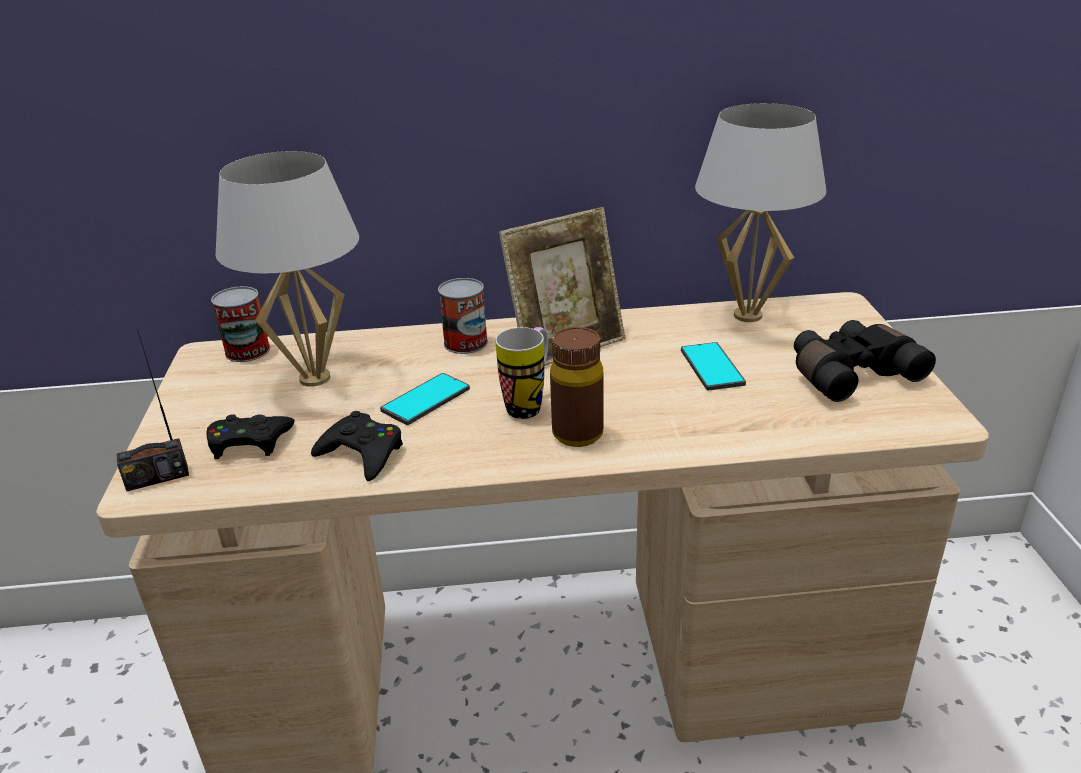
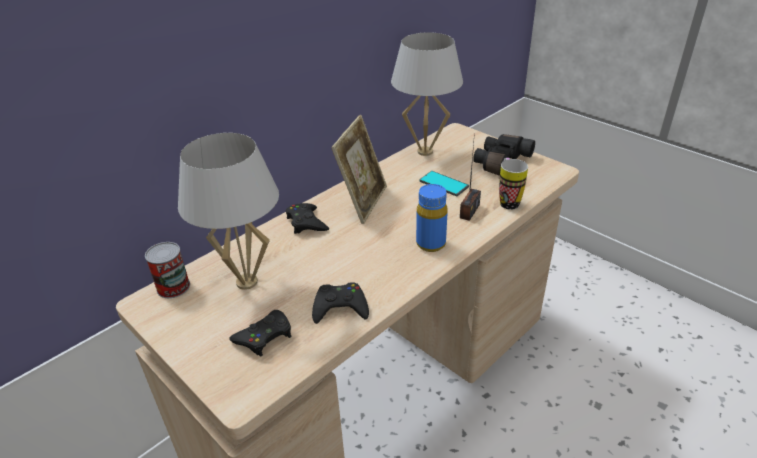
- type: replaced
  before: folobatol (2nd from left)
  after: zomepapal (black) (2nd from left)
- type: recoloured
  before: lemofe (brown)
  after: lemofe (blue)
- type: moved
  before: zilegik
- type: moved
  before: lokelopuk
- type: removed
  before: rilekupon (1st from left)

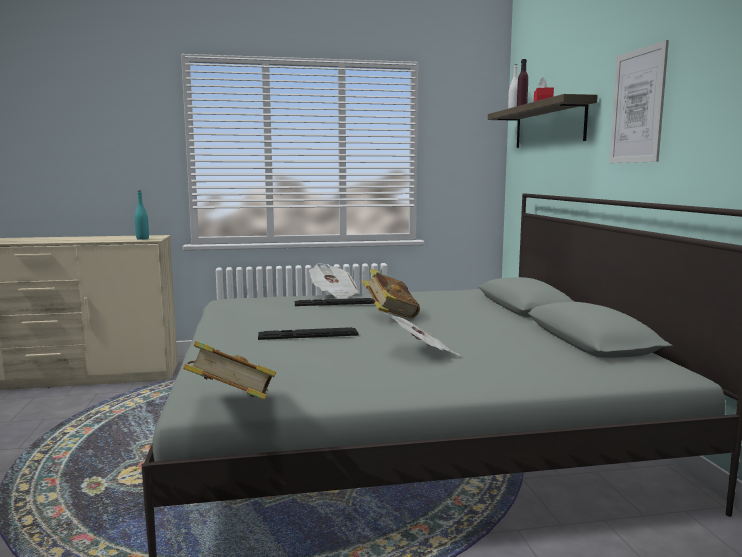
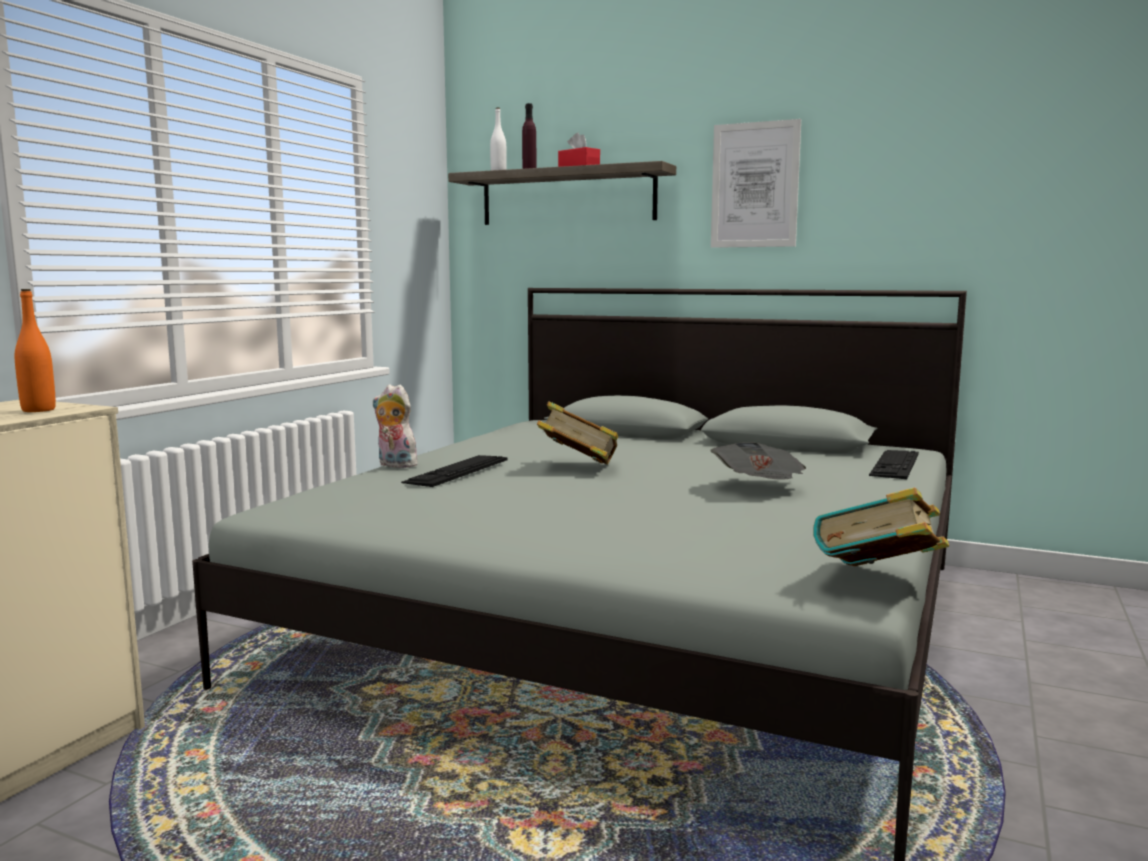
- type: recoloured
  before: lemofe (turquoise)
  after: lemofe (orange)
- type: replaced
  before: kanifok (1st from left)
  after: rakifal
- type: moved
  before: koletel (1st from left in the first image)
  after: koletel (2nd from left)

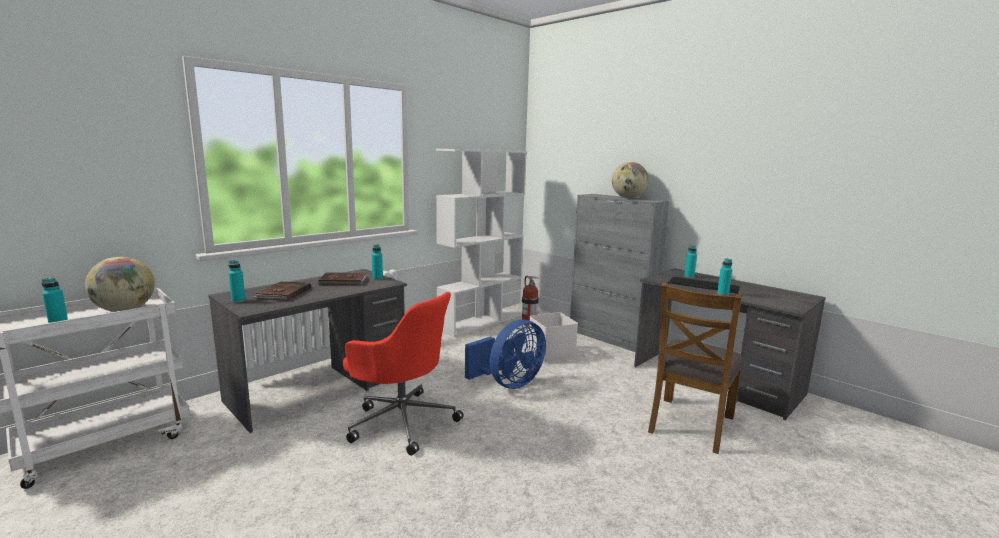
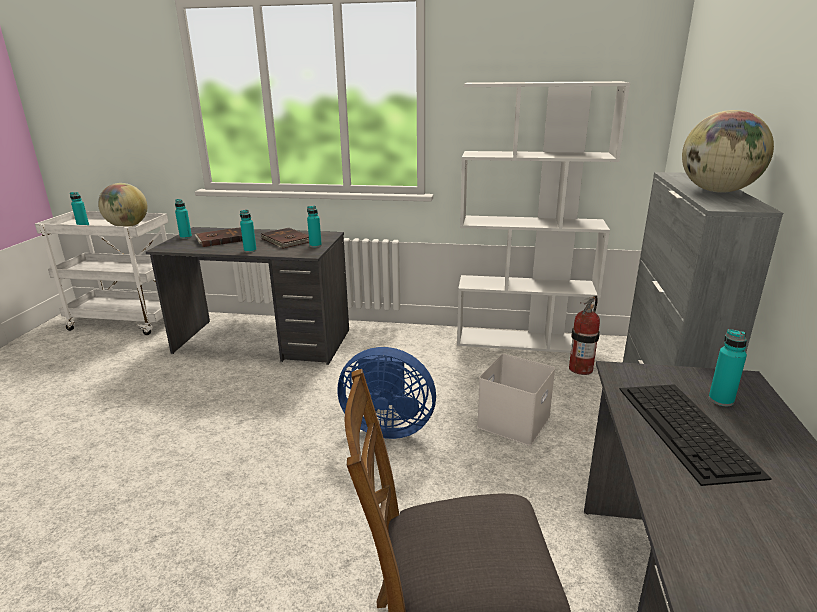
- type: moved
  before: lemofe (turquoise) (5th from left in the first image)
  after: lemofe (turquoise) (3rd from left)
- type: removed
  before: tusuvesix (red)

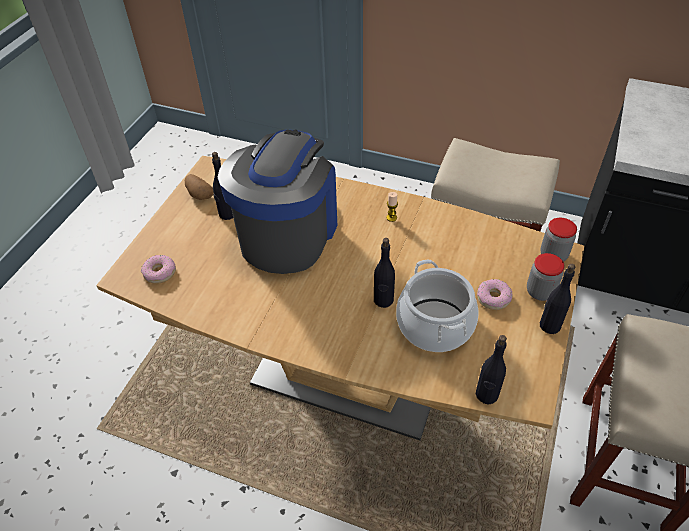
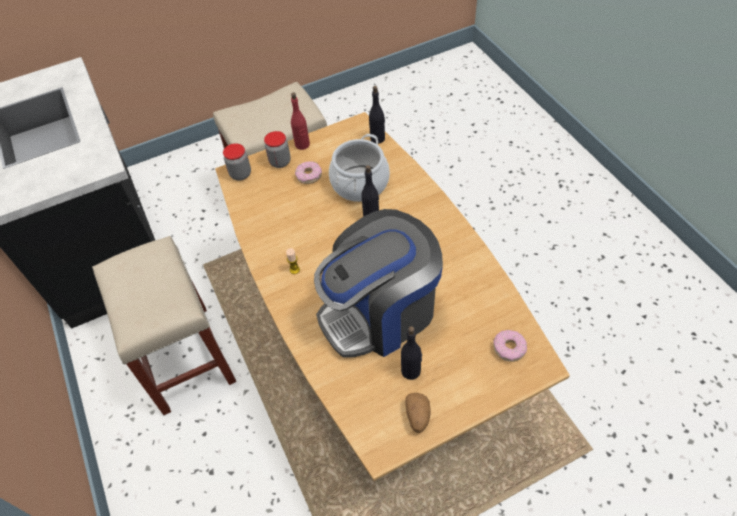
- type: recoloured
  before: lemofe (black) (4th from left)
  after: lemofe (red)

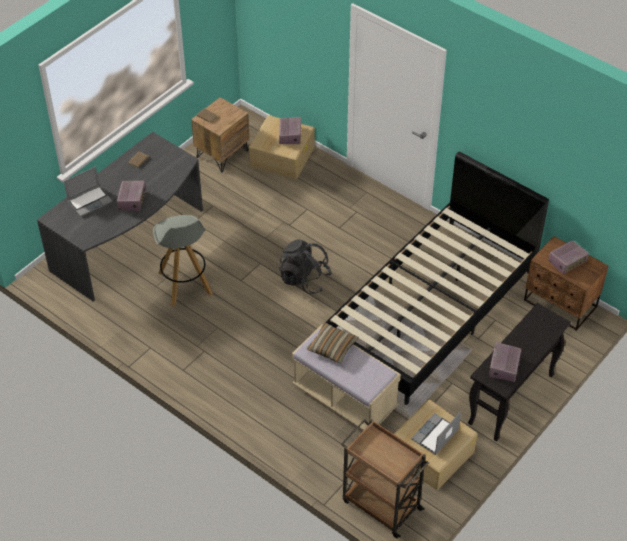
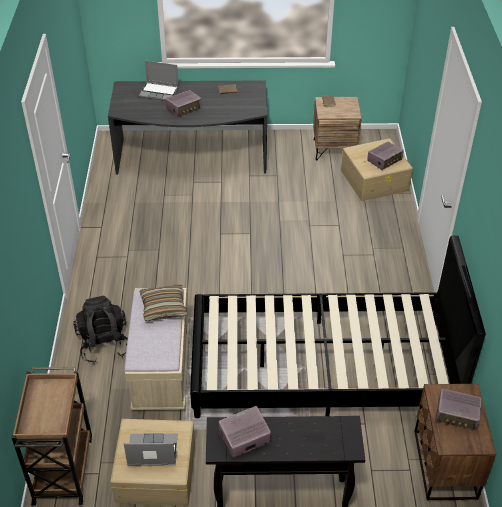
- type: moved
  before: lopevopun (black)
- type: removed
  before: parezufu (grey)

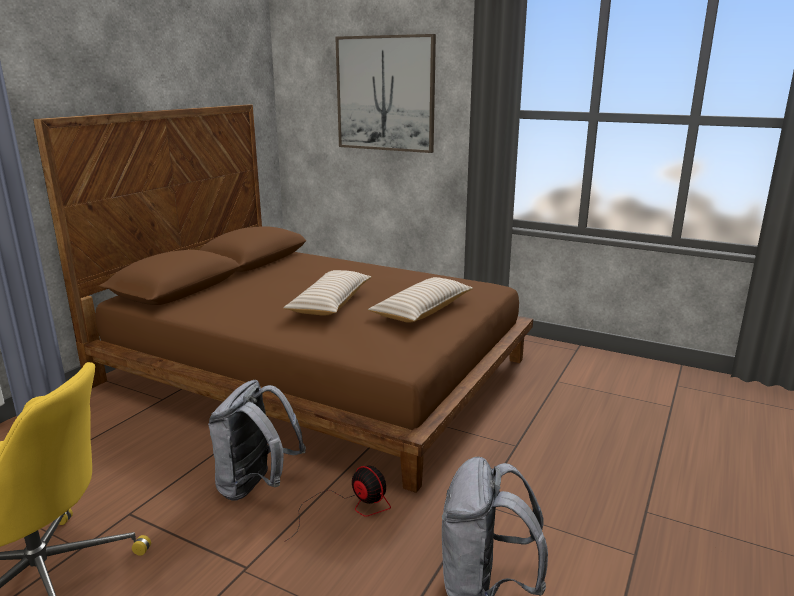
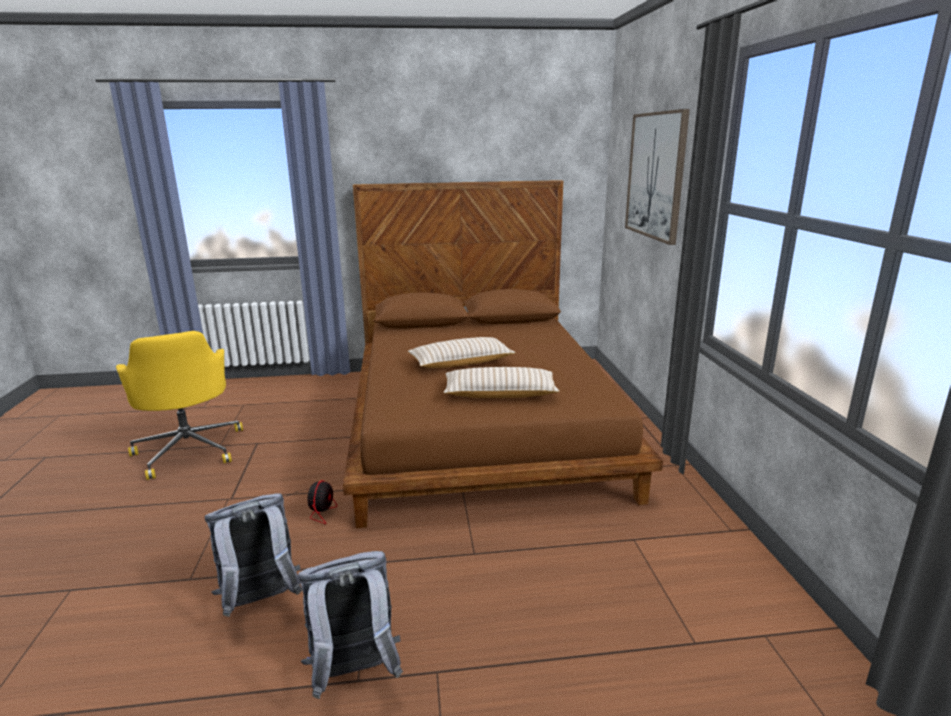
- type: moved
  before: lopevopun (grey) (1st from left in the first image)
  after: lopevopun (grey) (2nd from left)

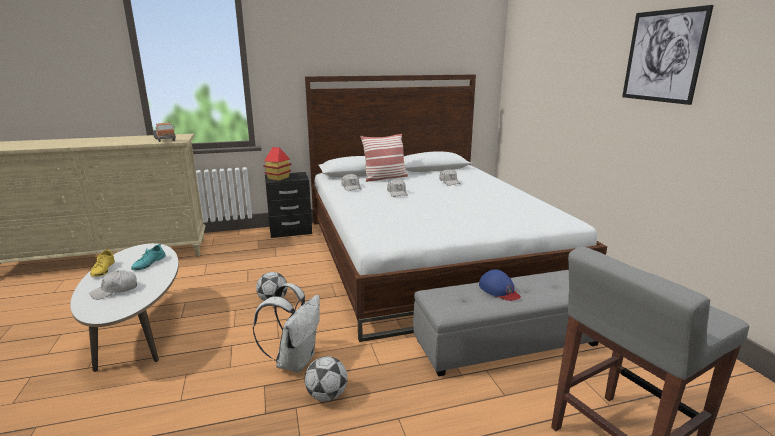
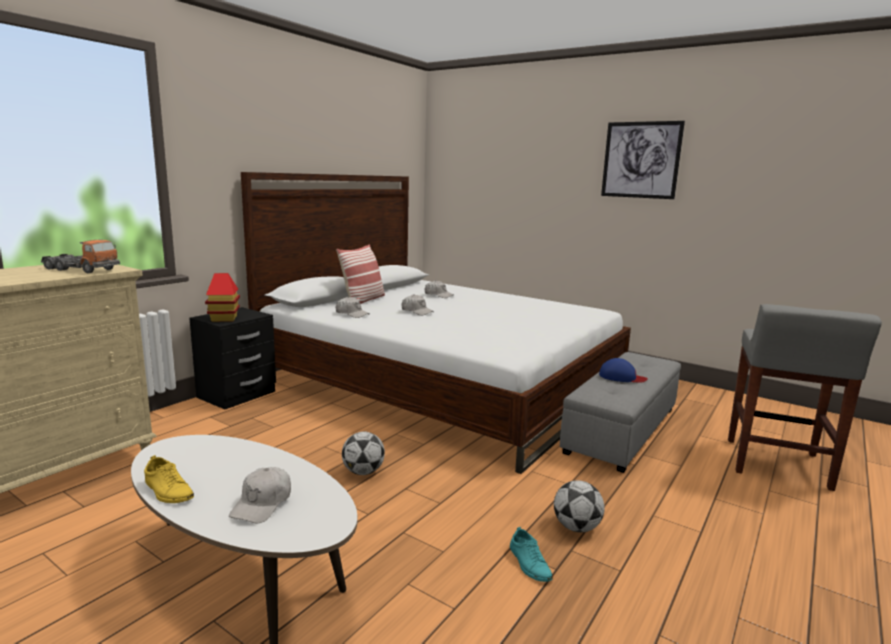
- type: moved
  before: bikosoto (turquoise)
- type: removed
  before: lopevopun (white)

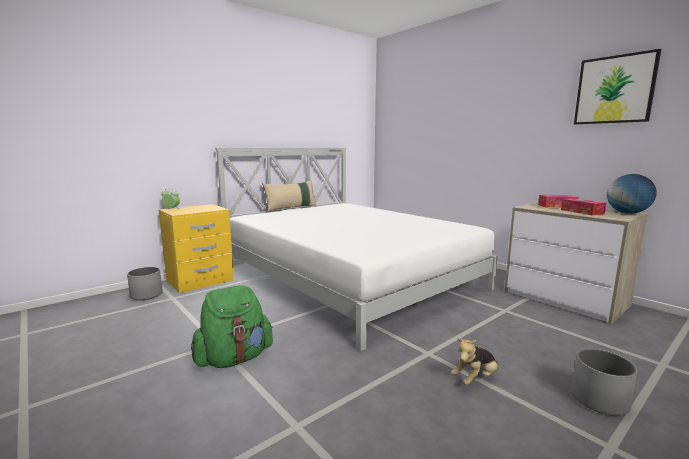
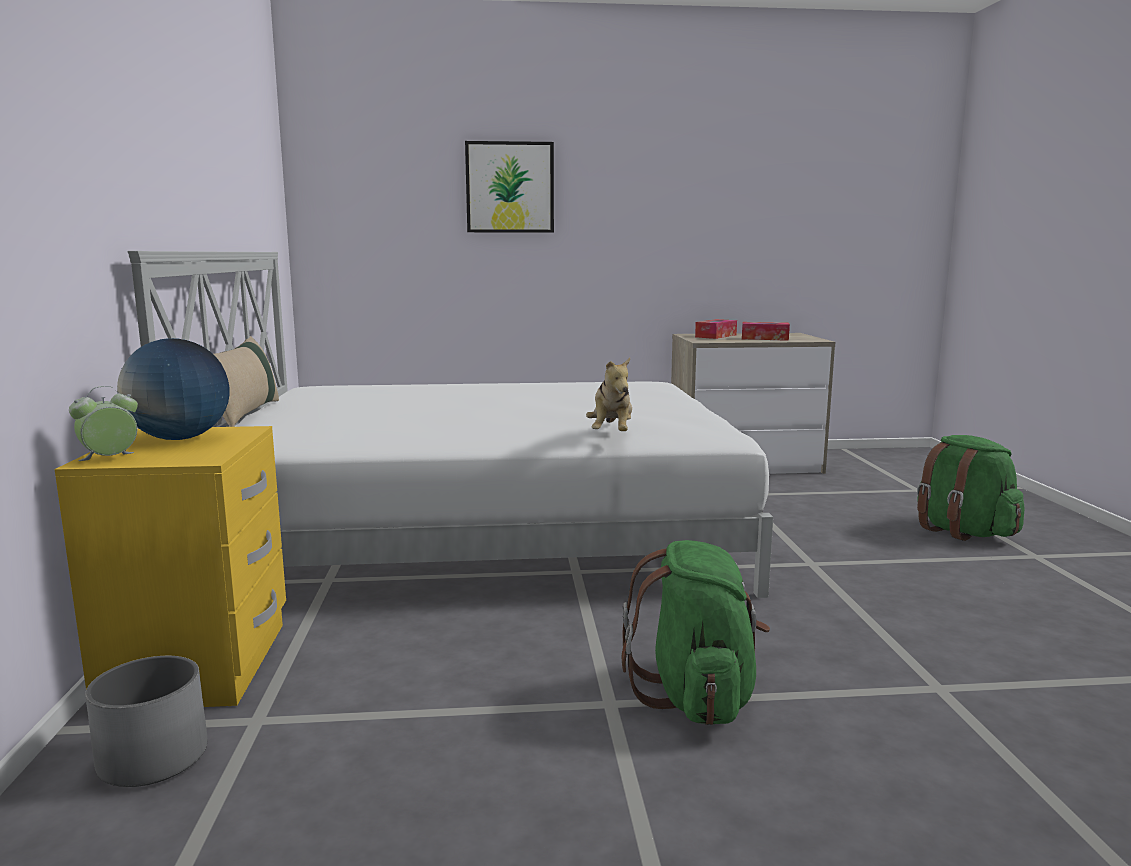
- type: moved
  before: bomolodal
- type: moved
  before: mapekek
- type: moved
  before: rakifal
- type: replaced
  before: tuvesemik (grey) (2nd from left)
  after: lopevopun (green) (2nd from left)

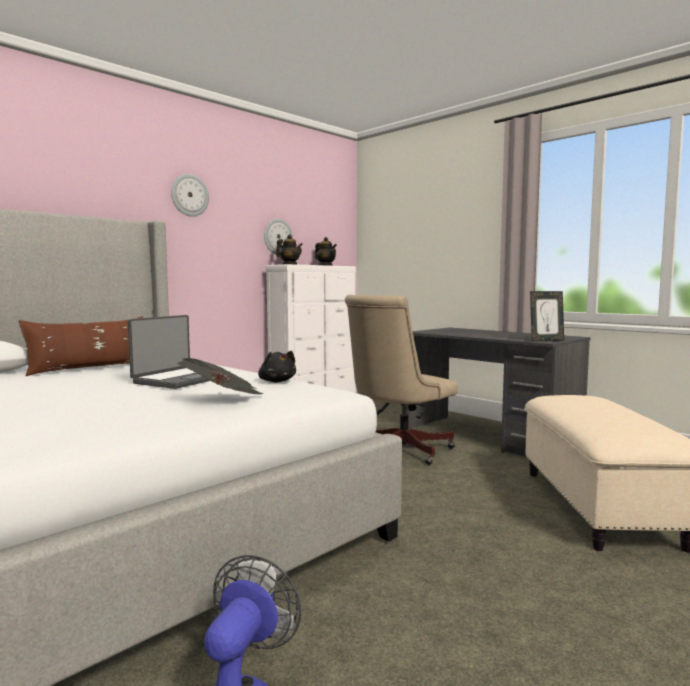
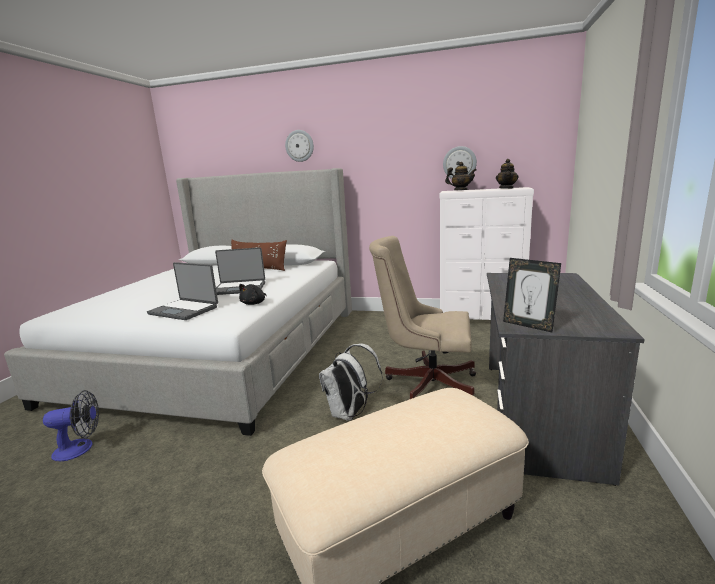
- type: replaced
  before: kanifok
  after: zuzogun (1st from left)
- type: moved
  before: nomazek (1st from left)
- type: added
  after: lopevopun (white)

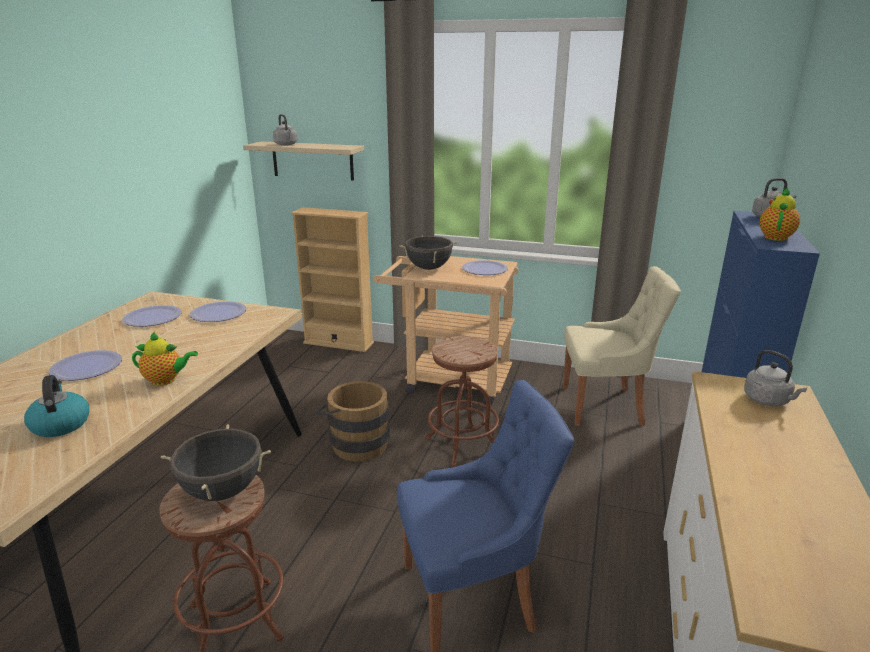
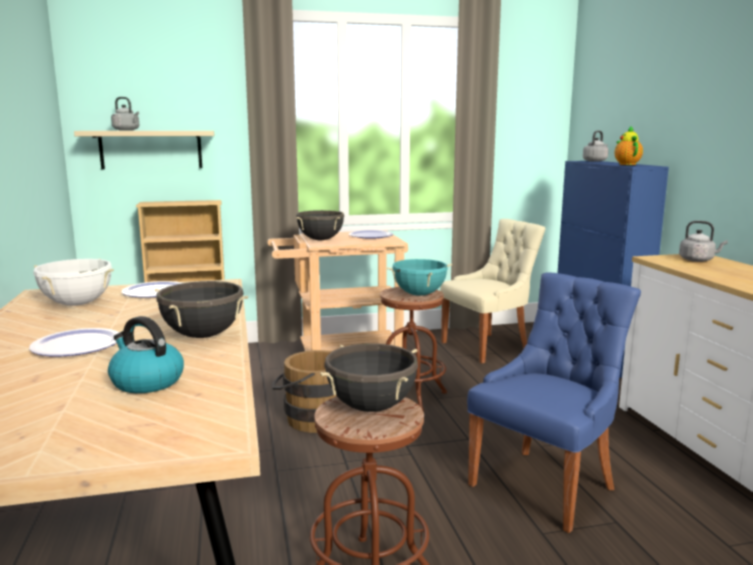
- type: replaced
  before: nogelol (2nd from left)
  after: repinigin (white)
- type: replaced
  before: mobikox (1st from left)
  after: repinigin (black) (1st from left)
- type: added
  after: repinigin (turquoise)

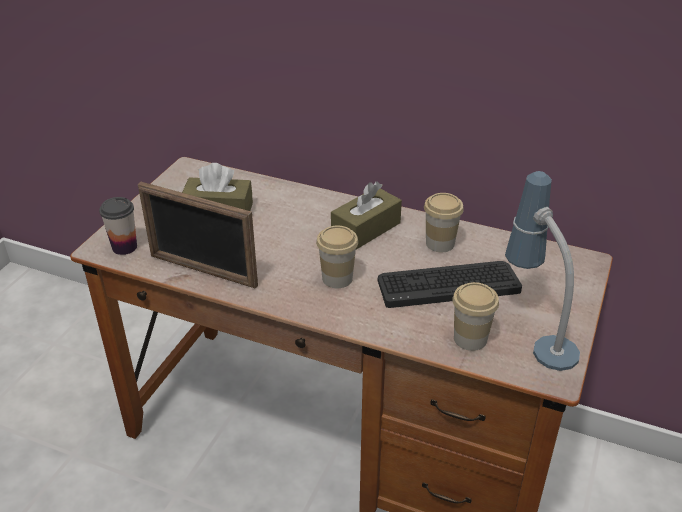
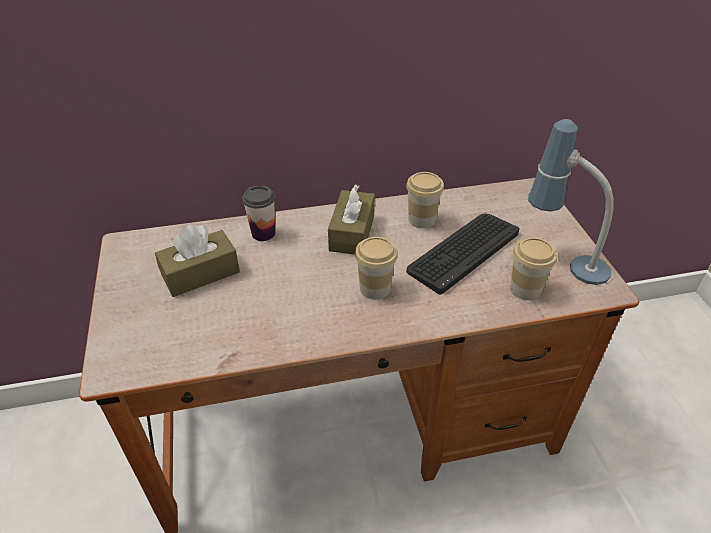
- type: moved
  before: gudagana (1st from left)
- type: removed
  before: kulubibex

